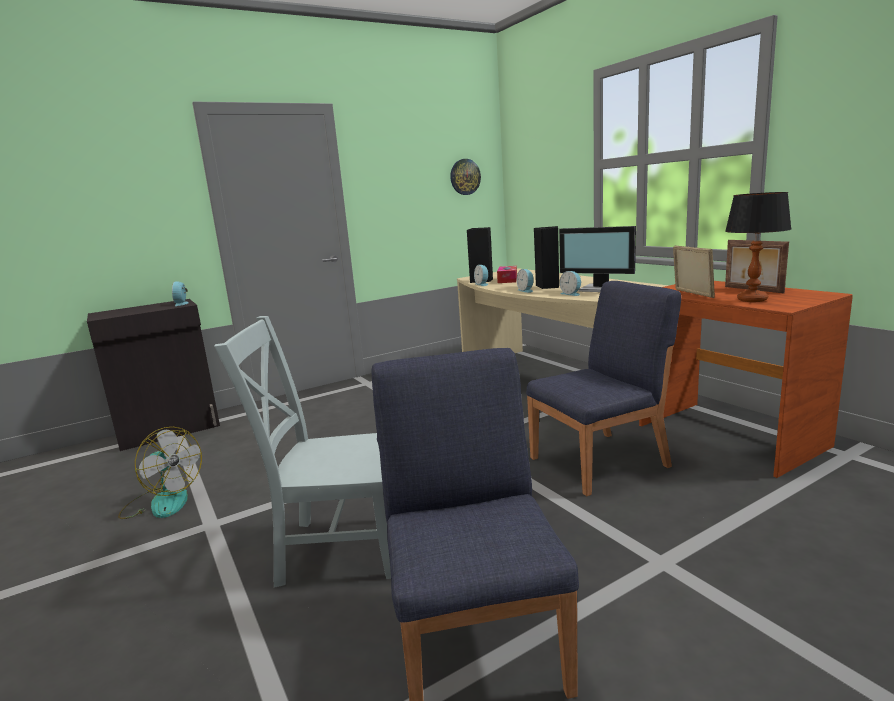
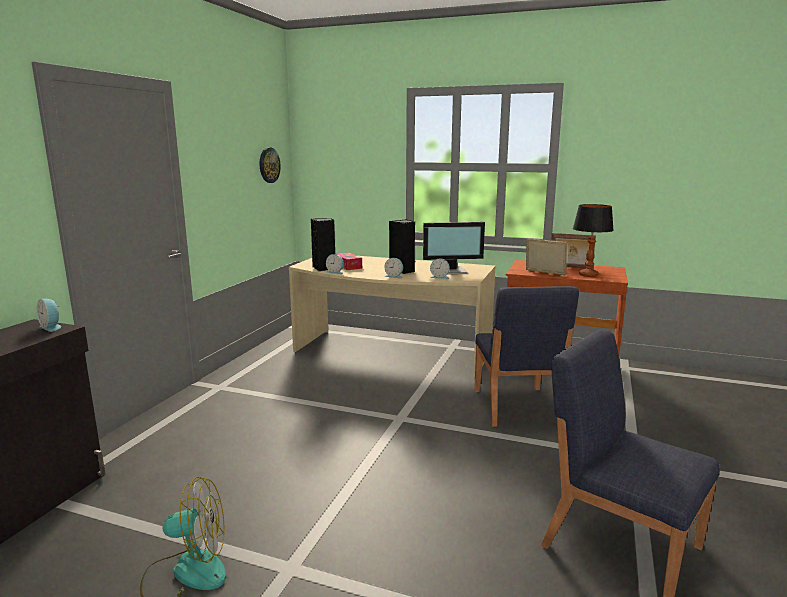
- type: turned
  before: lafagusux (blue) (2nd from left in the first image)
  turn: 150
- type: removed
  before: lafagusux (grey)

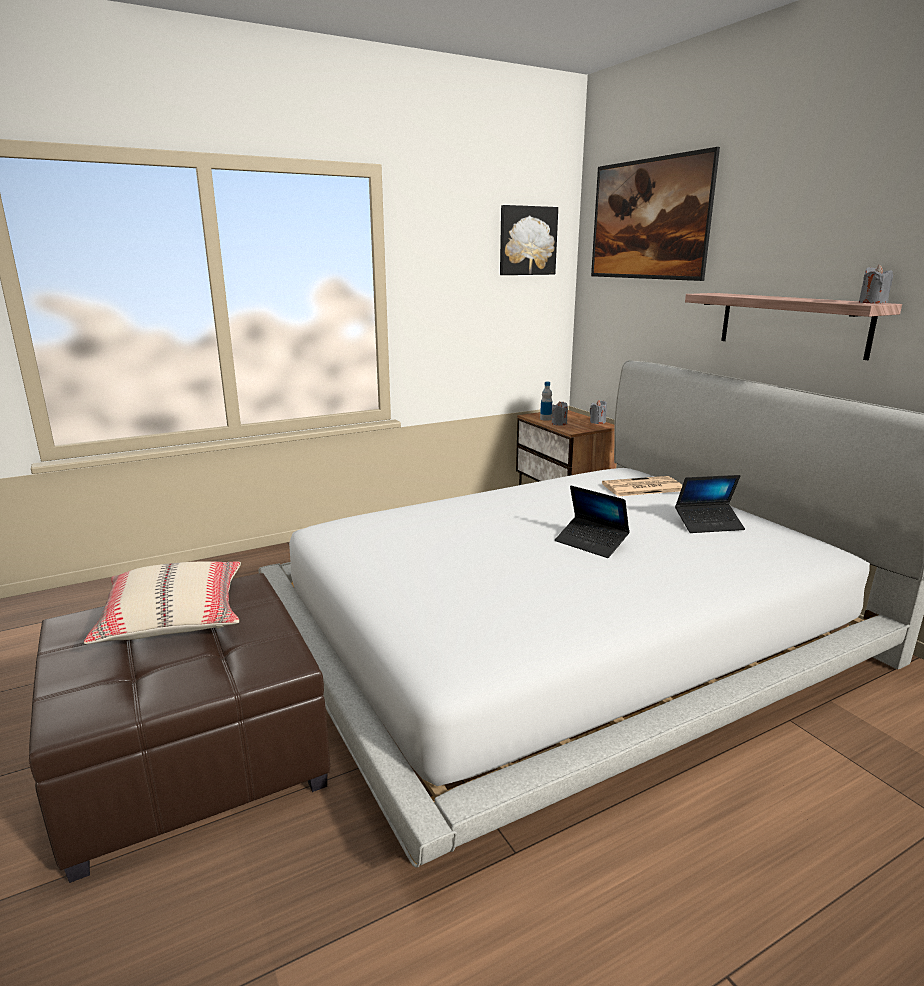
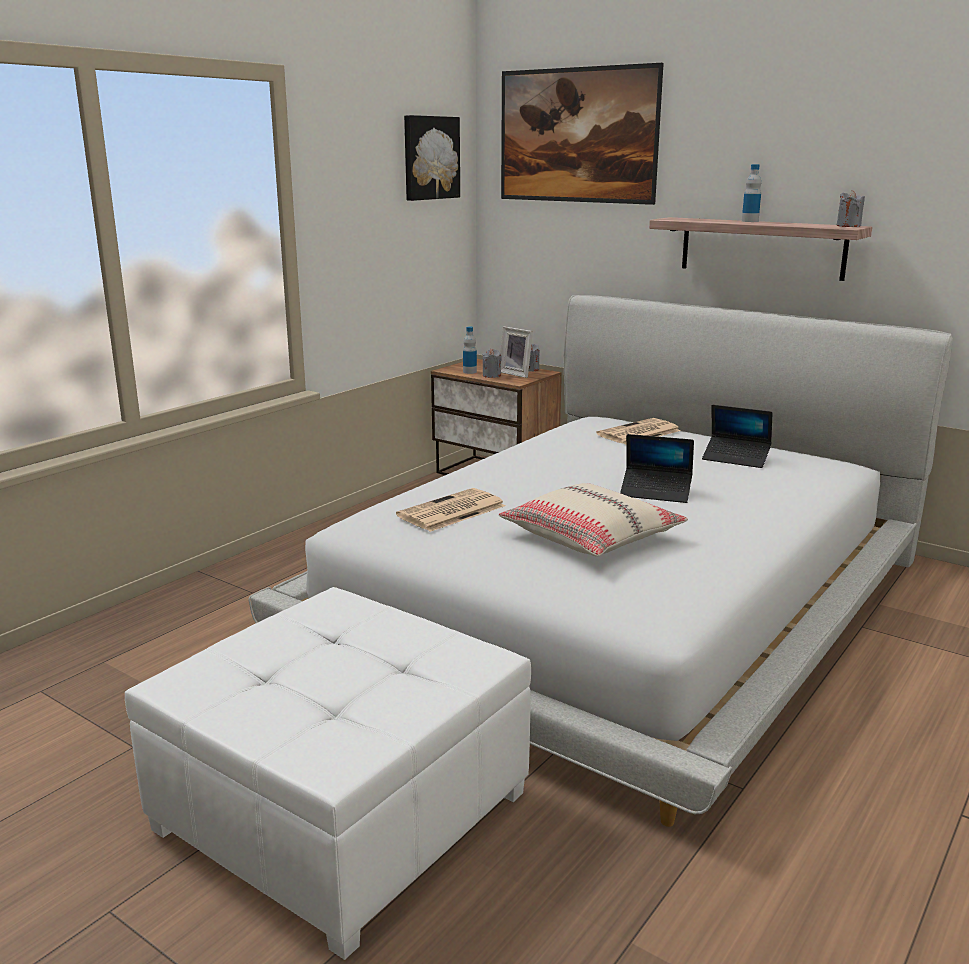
- type: recoloured
  before: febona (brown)
  after: febona (white)
- type: added
  after: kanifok (1st from left)
- type: moved
  before: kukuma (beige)
- type: added
  after: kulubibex
- type: turned
  before: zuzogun (2nd from left)
  turn: 60
- type: added
  after: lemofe (2nd from left)

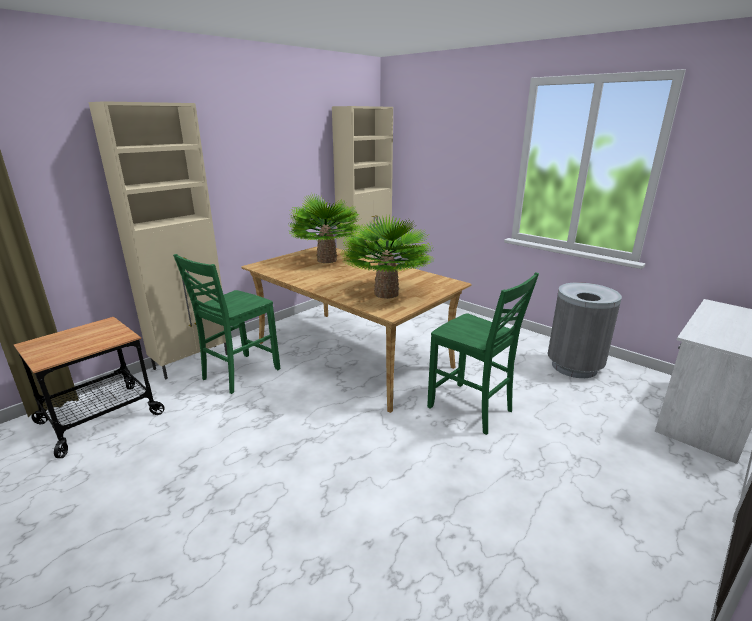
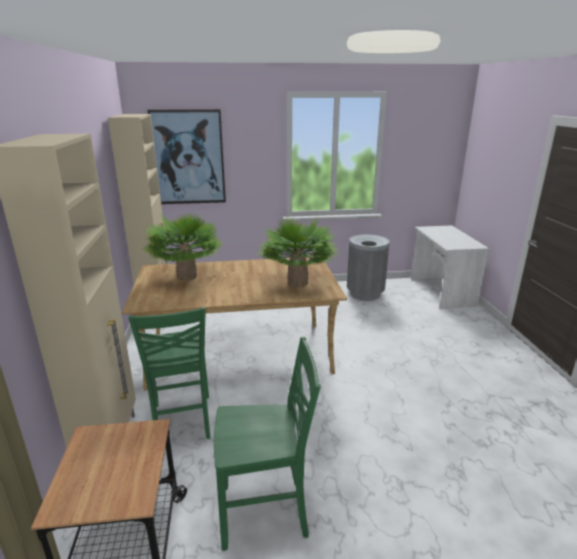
- type: added
  after: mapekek
- type: moved
  before: lafagusux (green) (2nd from left)

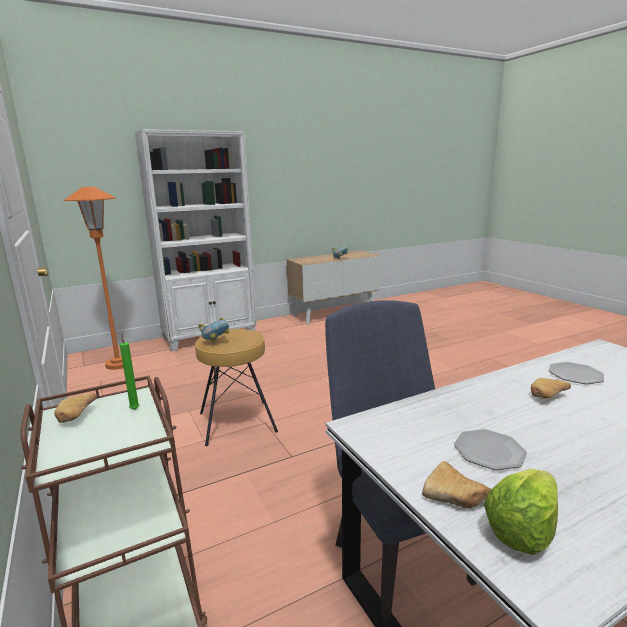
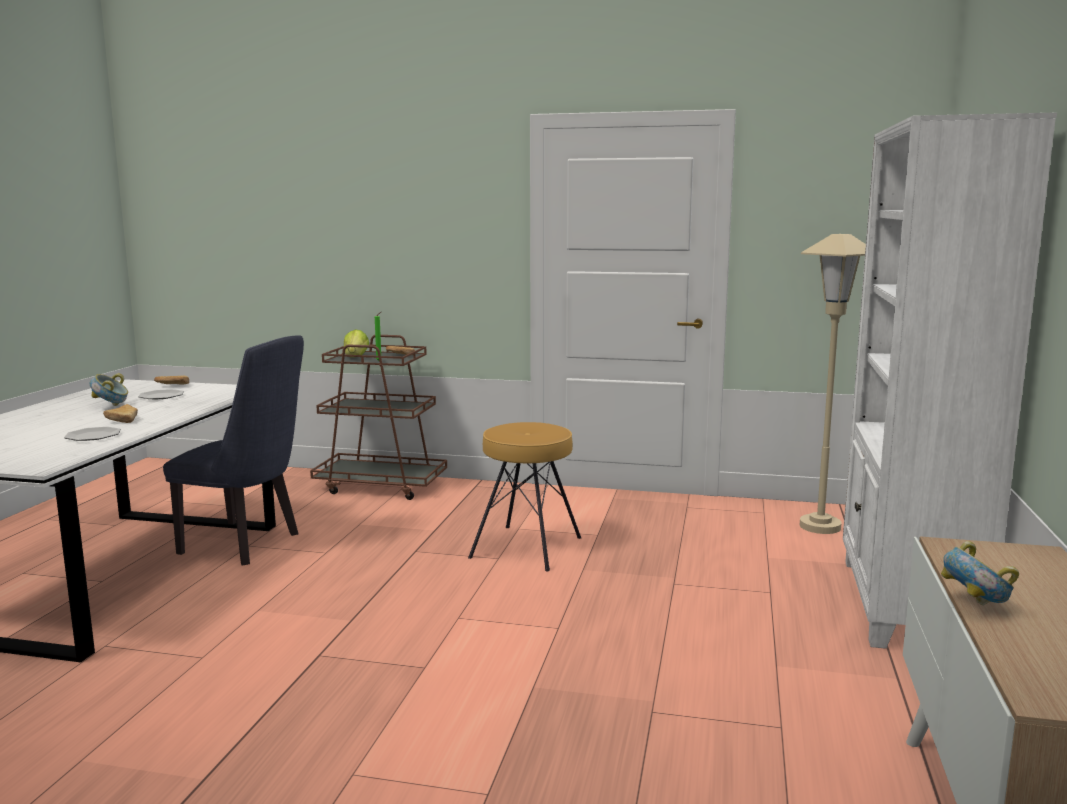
- type: moved
  before: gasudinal (1st from left)
- type: moved
  before: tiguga
- type: recoloured
  before: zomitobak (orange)
  after: zomitobak (beige)

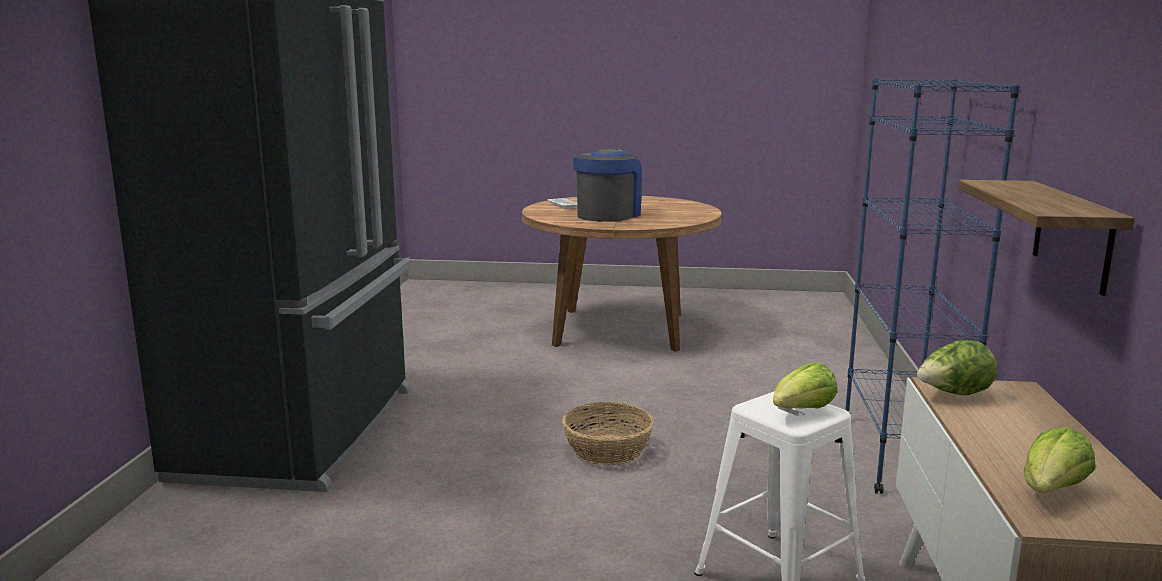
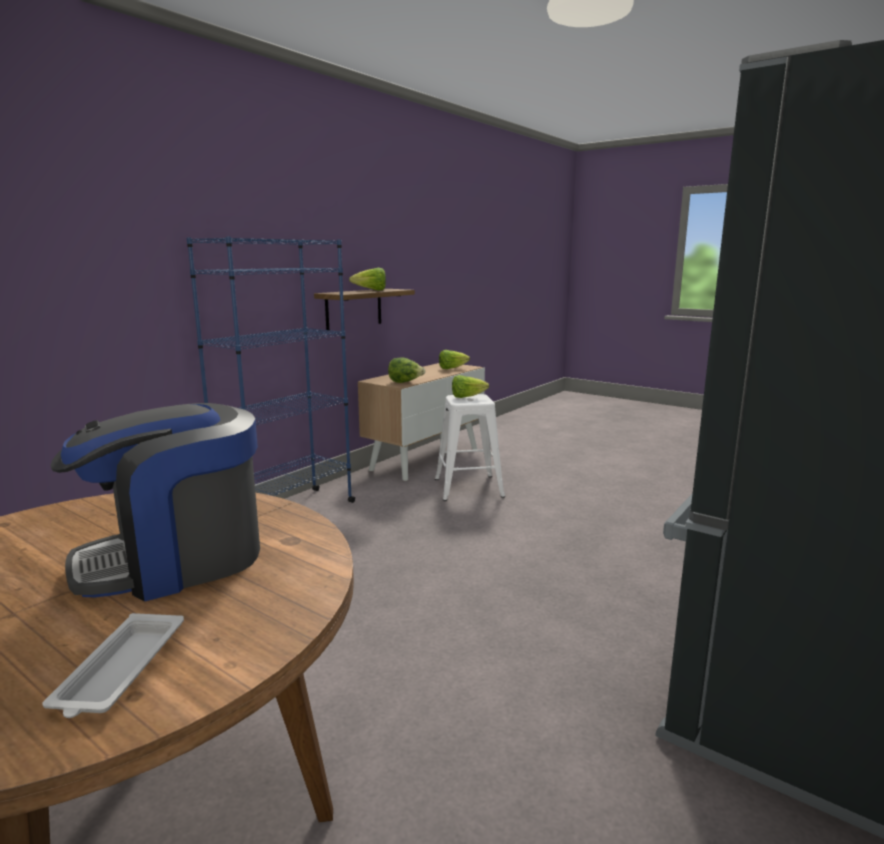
- type: added
  after: tiguga (1st from left)
- type: removed
  before: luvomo

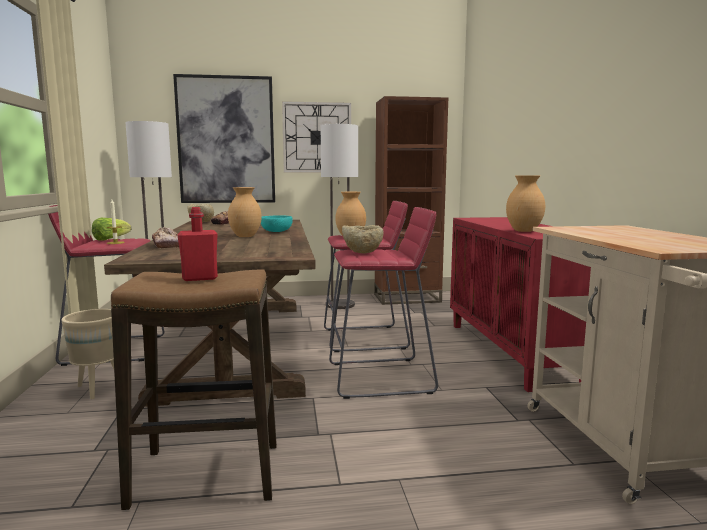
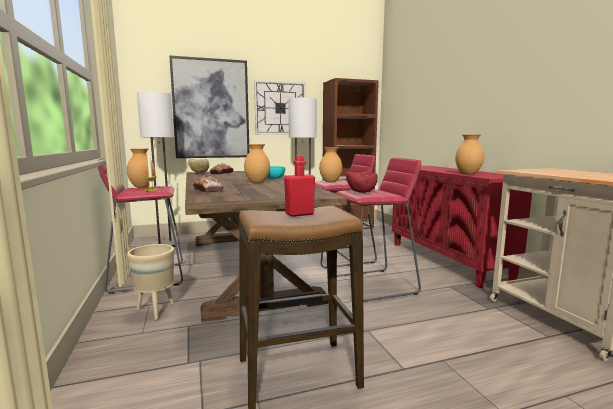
- type: replaced
  before: tiguga
  after: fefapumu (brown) (1st from left)
- type: recoloured
  before: gasudinal (beige) (2nd from left)
  after: gasudinal (red)

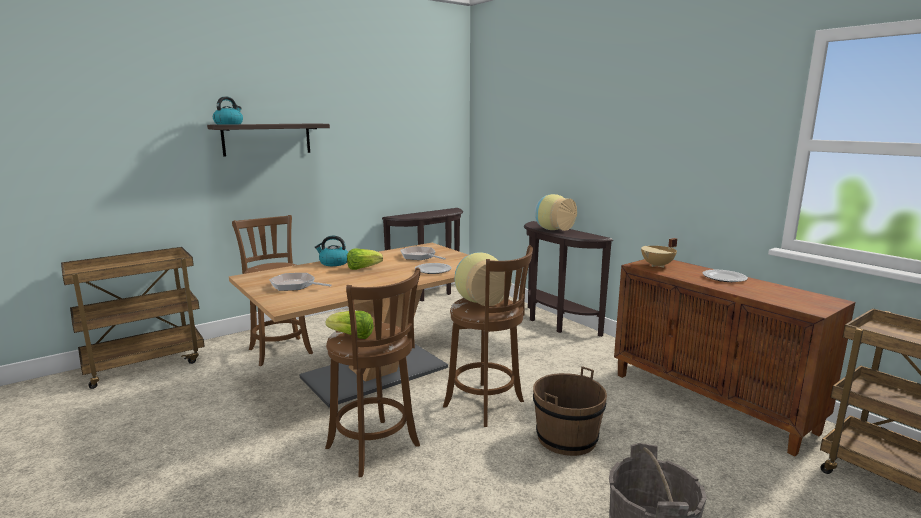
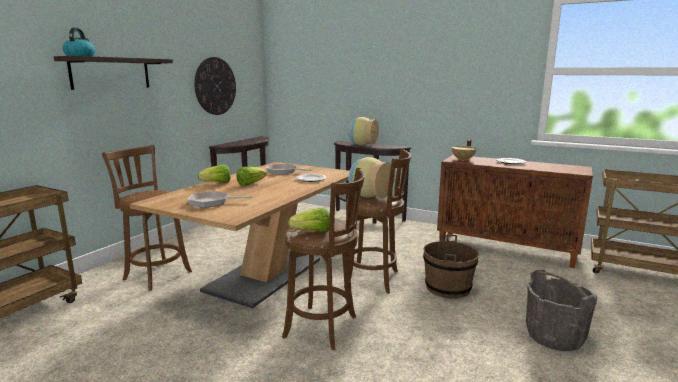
- type: added
  after: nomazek
- type: replaced
  before: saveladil (2nd from left)
  after: tiguga (1st from left)

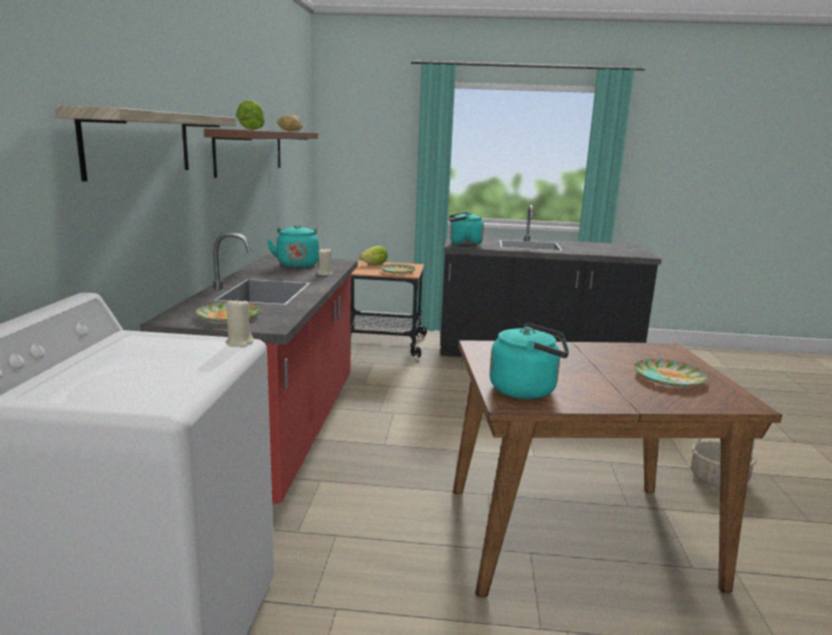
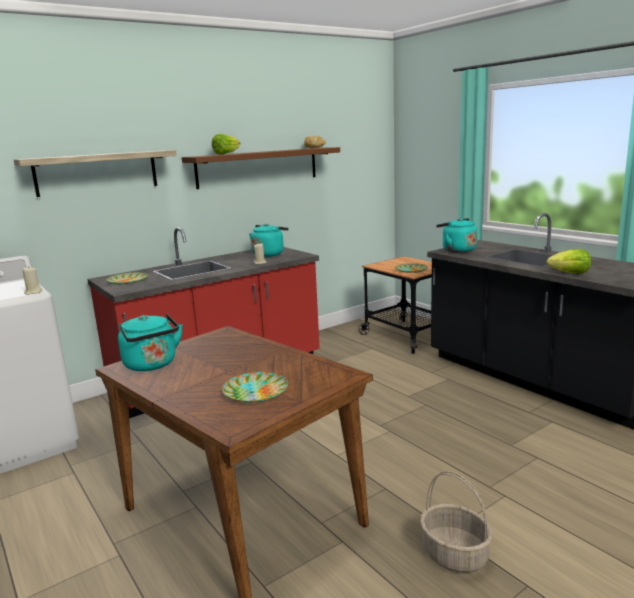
- type: moved
  before: tiguga (2nd from left)

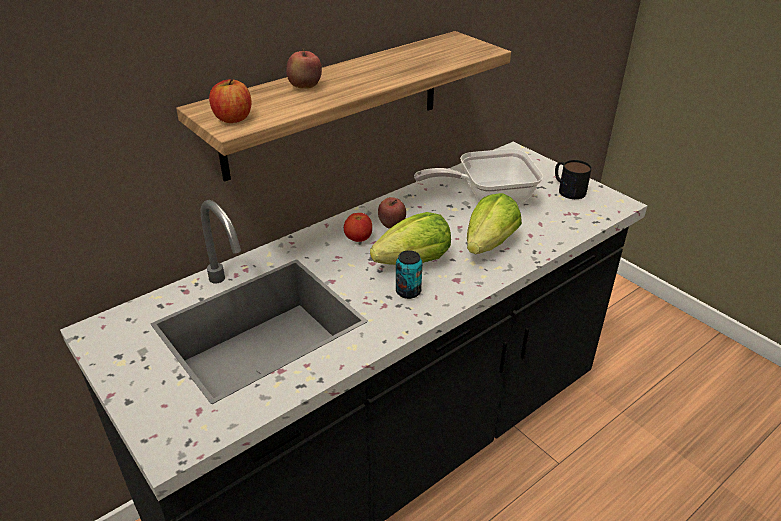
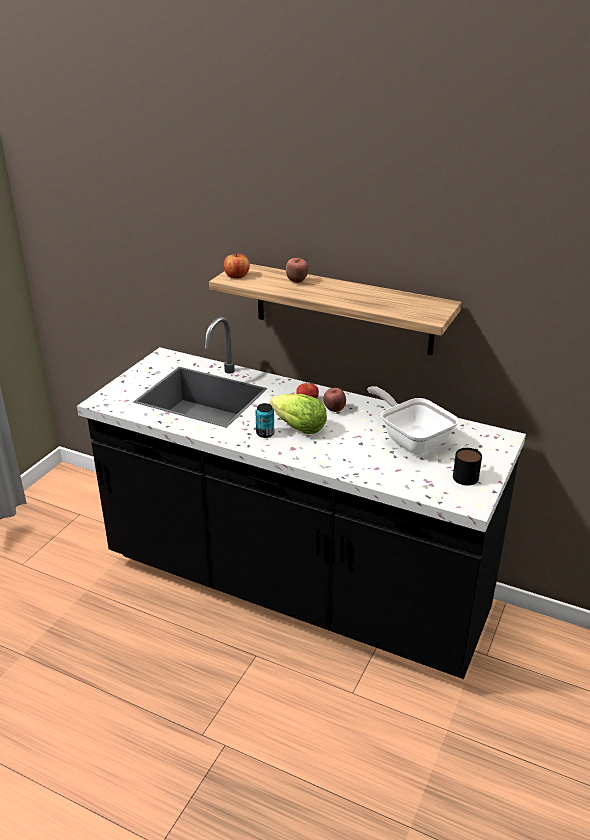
- type: removed
  before: tiguga (2nd from left)

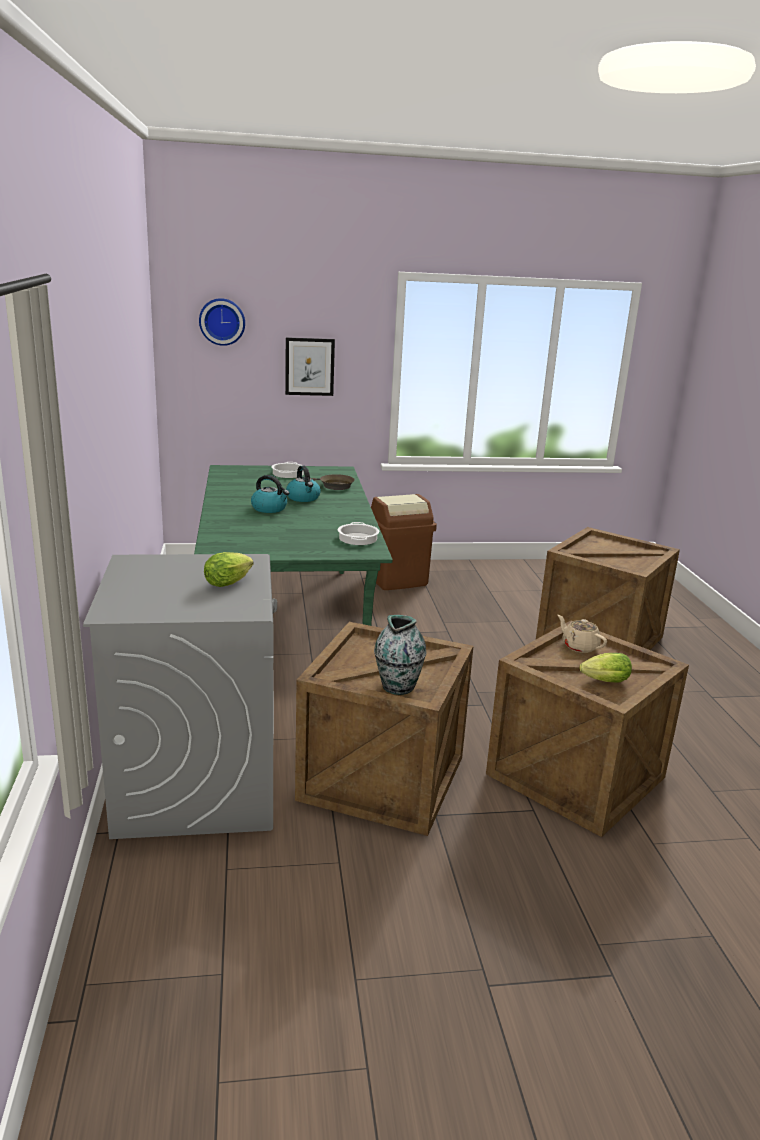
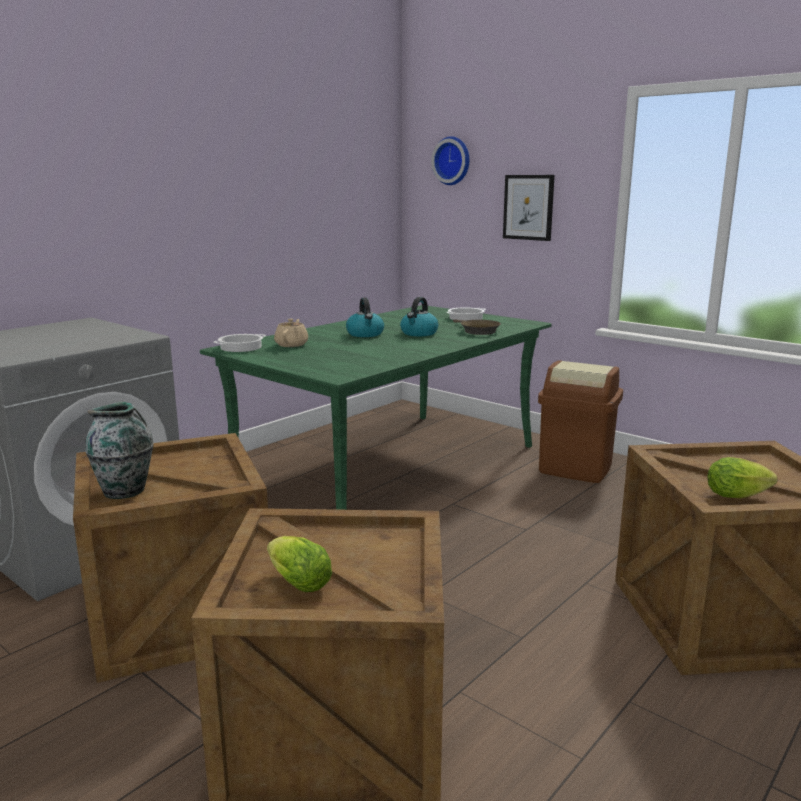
- type: moved
  before: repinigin (2nd from left in the first image)
  after: repinigin (1st from left)
- type: moved
  before: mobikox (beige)
- type: moved
  before: tiguga (1st from left in the first image)
  after: tiguga (2nd from left)

